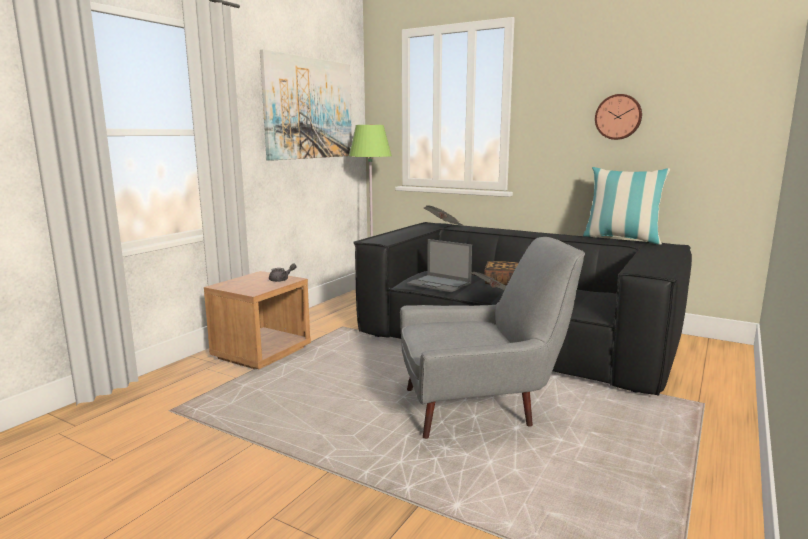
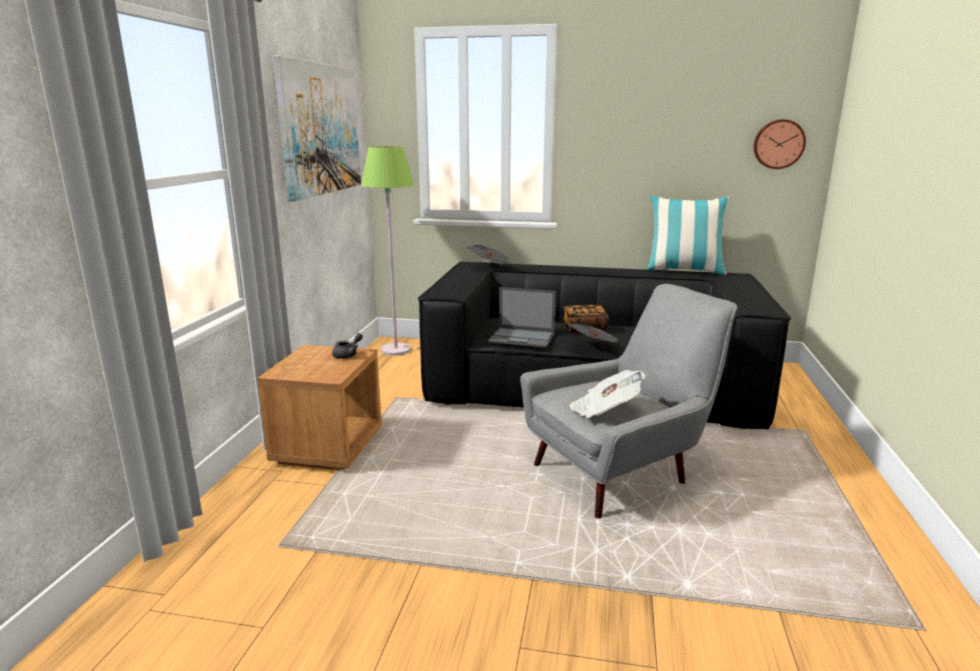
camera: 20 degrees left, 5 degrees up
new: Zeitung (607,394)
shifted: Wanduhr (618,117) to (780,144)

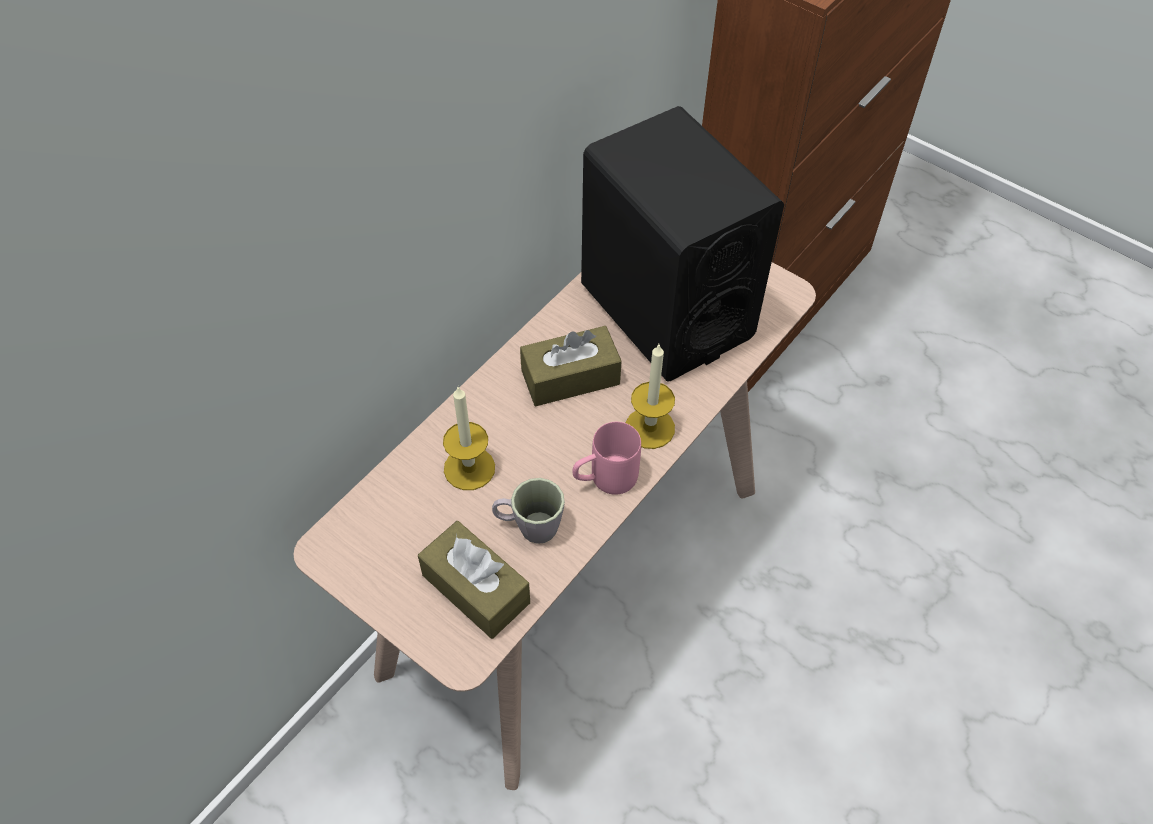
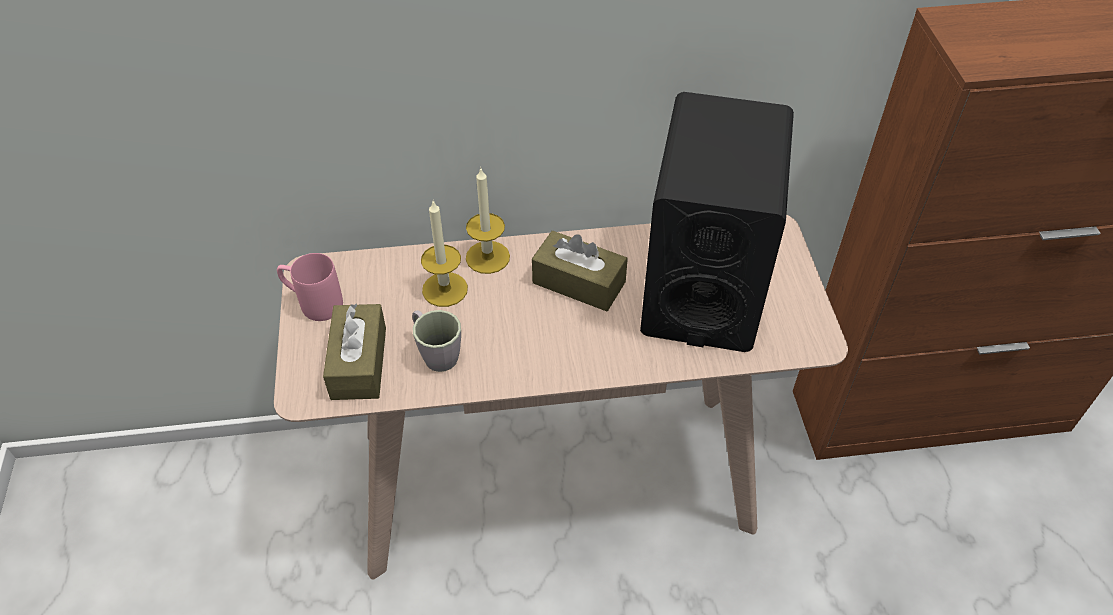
camera: 45 degrees right, 5 degrees down
shifted: Henkelbecher (rosa) (606,458) to (310,287); Kerze (650,396) to (488,220)

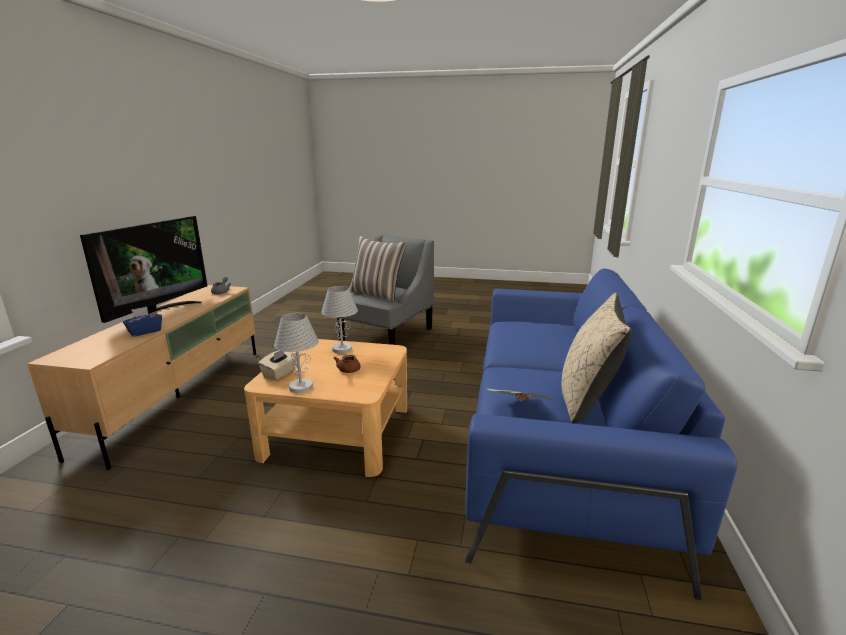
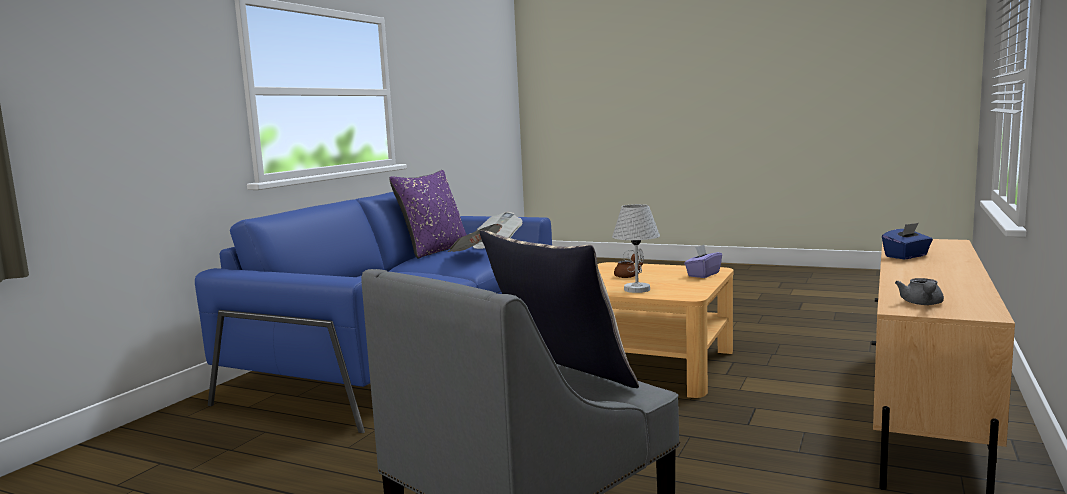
camera: 165 degrees left, 10 degrees down
gone: Fernseher (144,269); Tischlampe (weiß) (296,353)
new: Zeitung (474,238)
repainted: Taschentuchbox (beige) (277,365) to Taschentuchbox (lila) (703,261); Kissen (beige) (597,358) to Kissen (lila) (428,214)

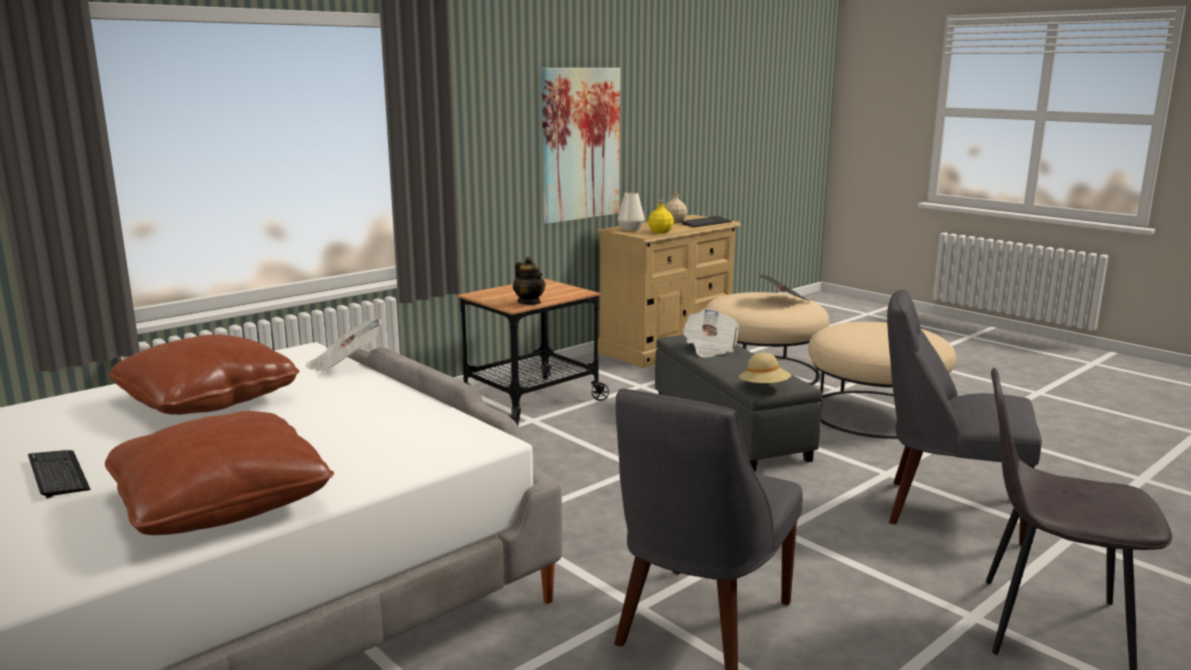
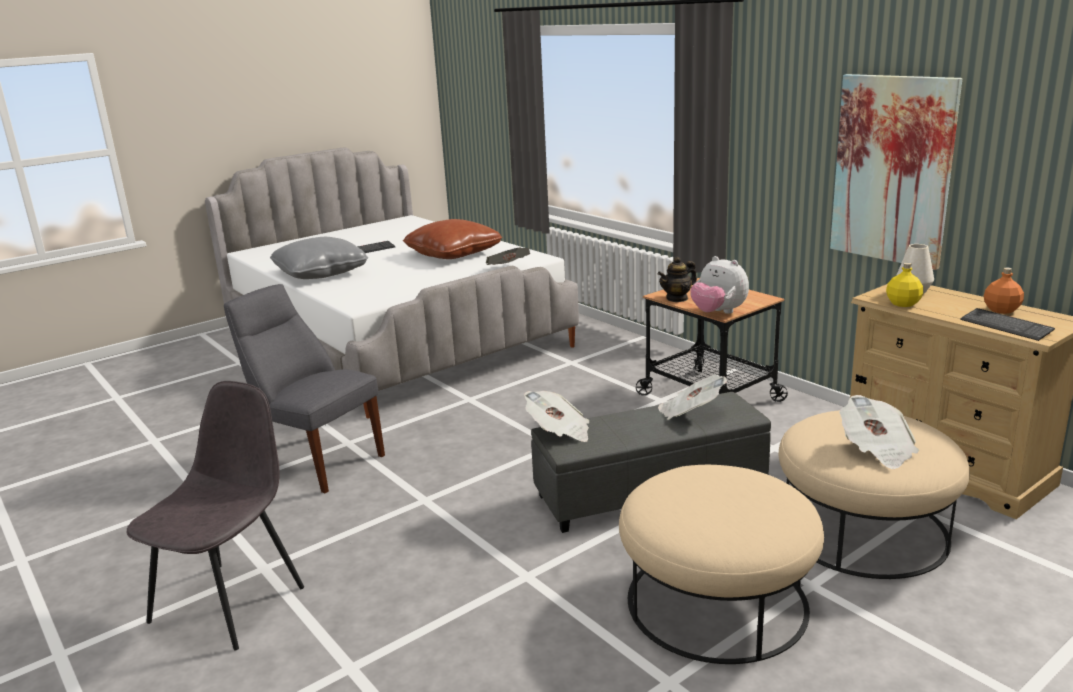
camera: 95 degrees right, 5 degrees up
gone: Stuhl (grau) (964,417)
new: Plüschtier (719,285)
swapped: Hut (beige) (765,368) to Zeitung (556,416)
repainted: Kissen (braun) (219,473) to Kissen (grau) (319,258); Flasche (beige) (675,207) to Flasche (orange) (1004,291)

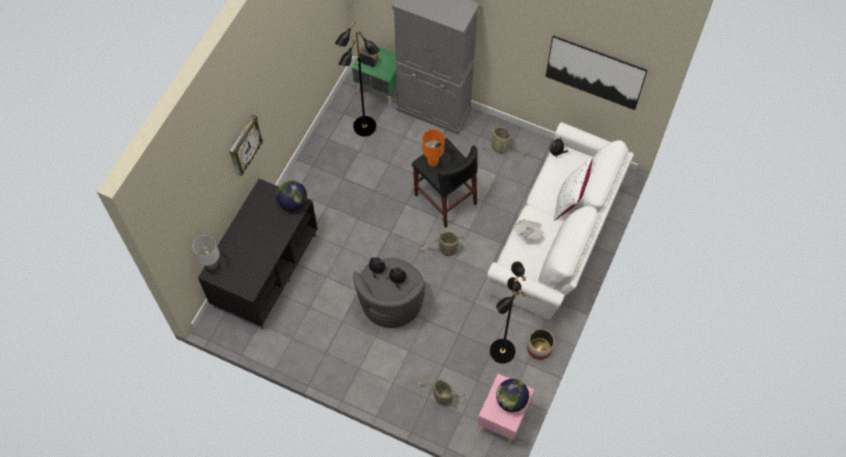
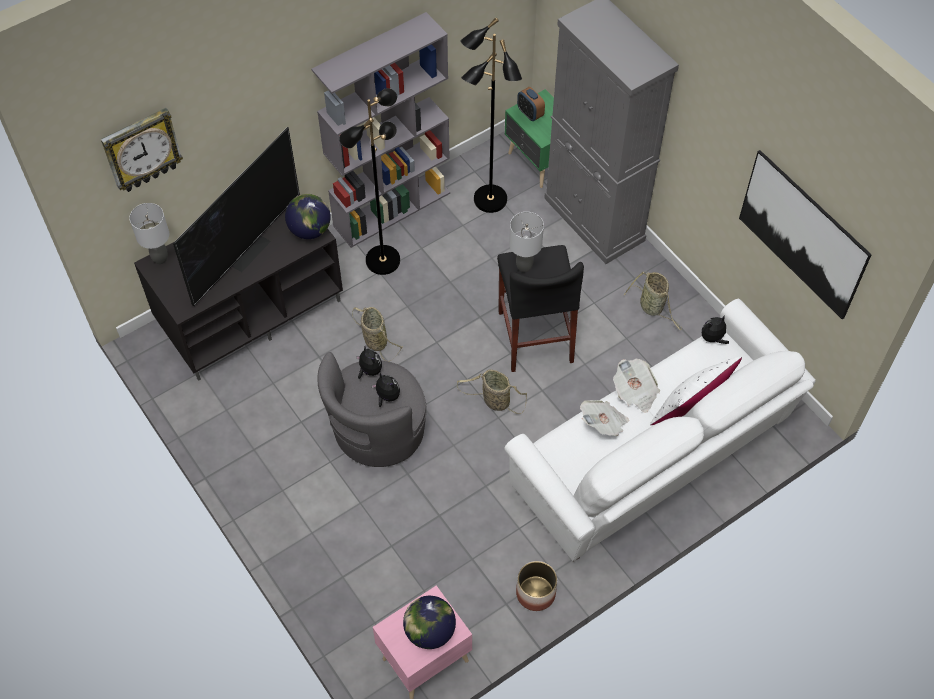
camera: 30 degrees right, 5 degrees down
new: Fernseher (236,216); Bücherregal (grau) (380,130); Zeitung (636,386)
shifted: Wanduhr (246,145) to (142,150); Korb (440,394) to (377,334); Stehlampe (schwarz) (508,312) to (369,181)
repainted: Tischlampe (orange) (433,148) to Tischlampe (grau) (526,242)

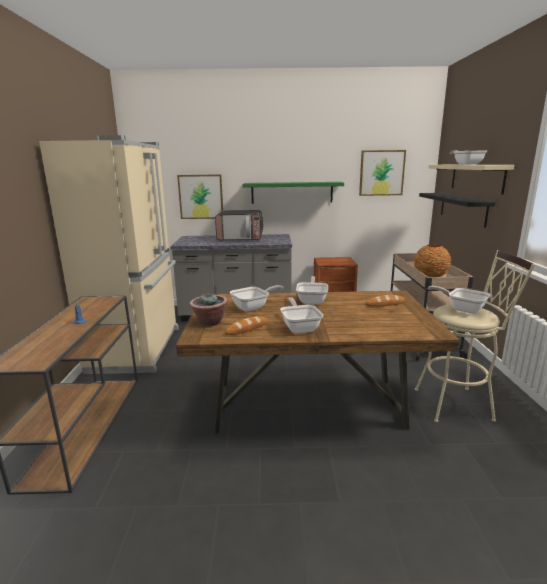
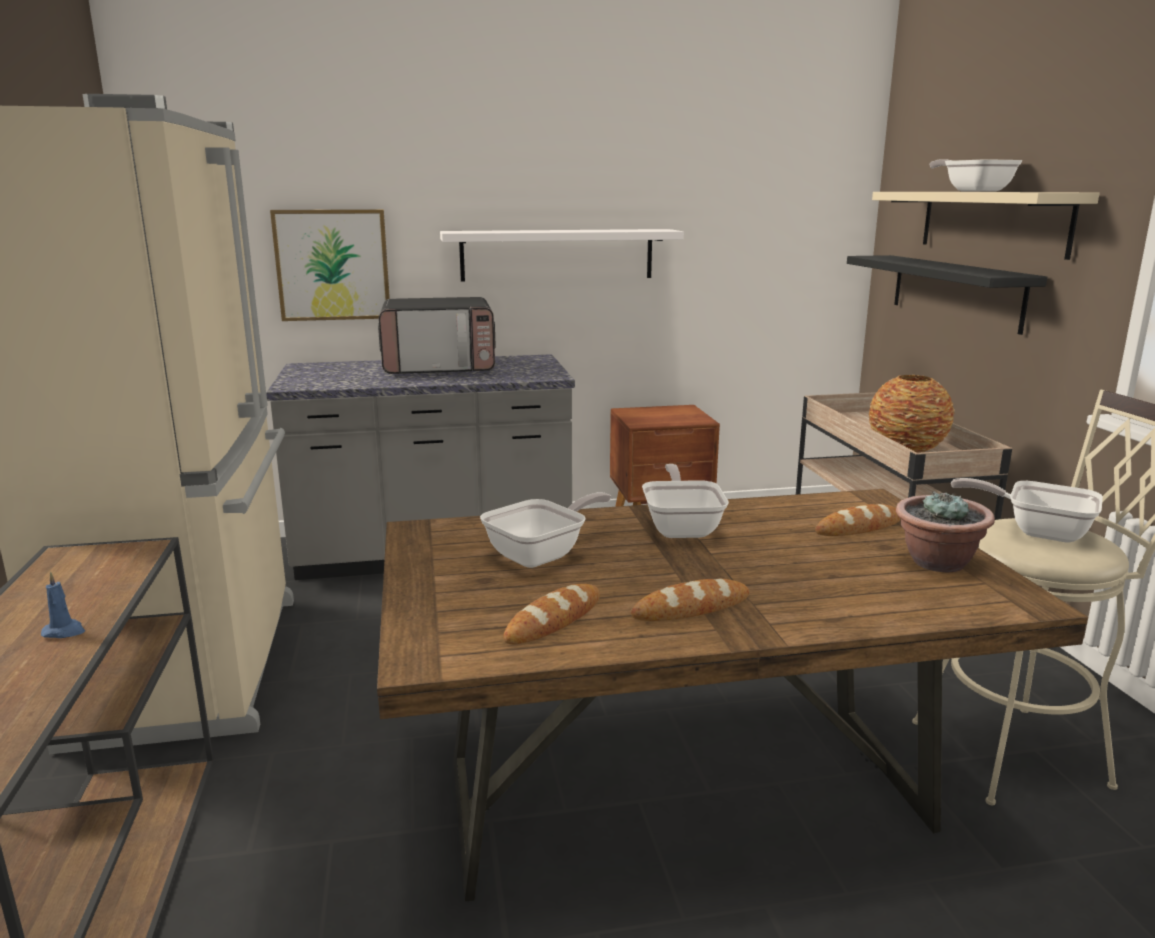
camera: 10 degrees left, 0 degrees up
gone: Bild (382,173)
shifted: Topfpflanze (209,309) to (945,532)
swapped: Pfanne (301,315) to Brot (690,600)
repainted: Wandregal (grün) (293,193) to Wandregal (weiß) (562,255)

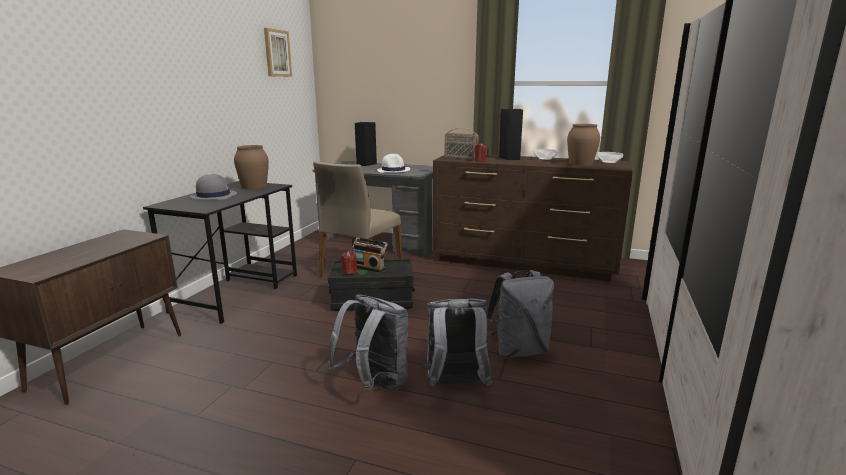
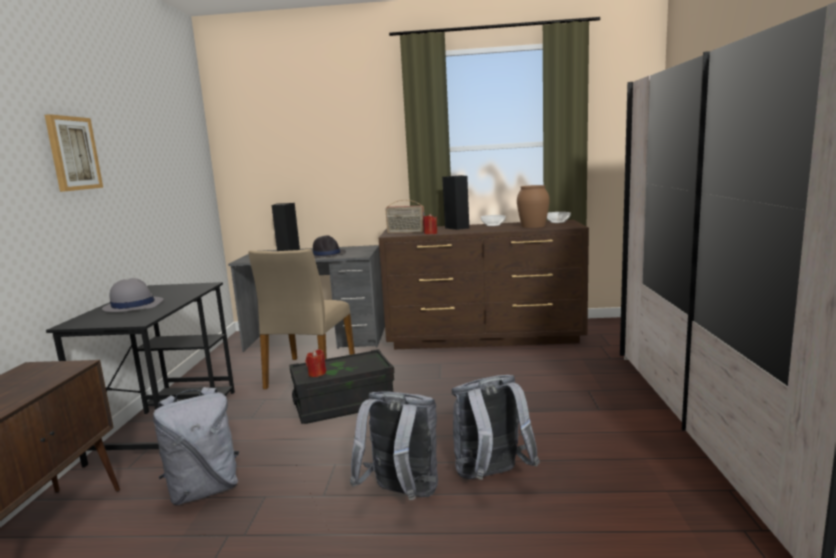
camera: 15 degrees left, 5 degrees down
gone: Vase (braun) (251,167); Radio (370,255)
shifted: Bild (278,52) to (74,153); Rucksack (grau) (520,314) to (196,446)
repainted: Hut (weiß) (393,163) to Hut (schwarz) (329,246)

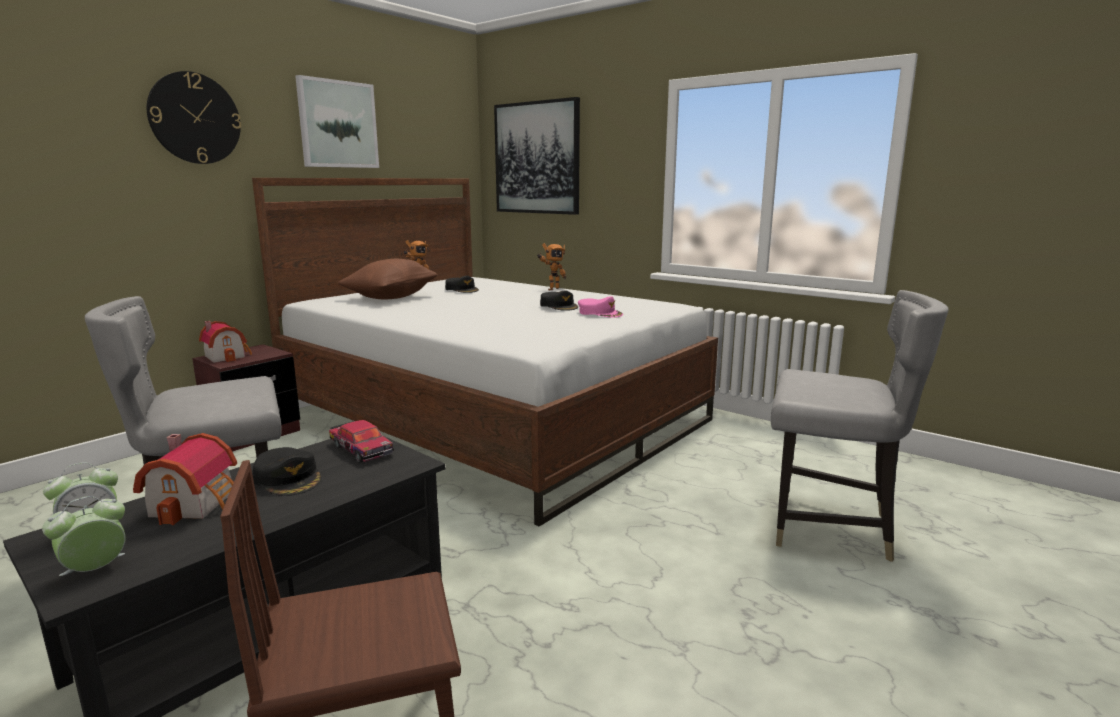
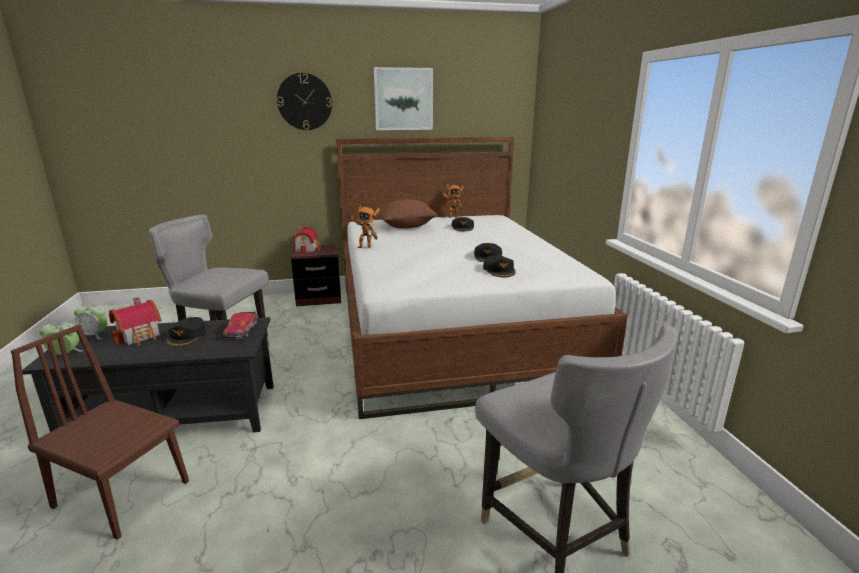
camera: 40 degrees right, 5 degrees up
gone: Bild (537,156)
shifted: Spielzeugroboter (551,266) to (364,226)
repainted: Kappe (rosa) (600,307) to Kappe (schwarz) (499,266)

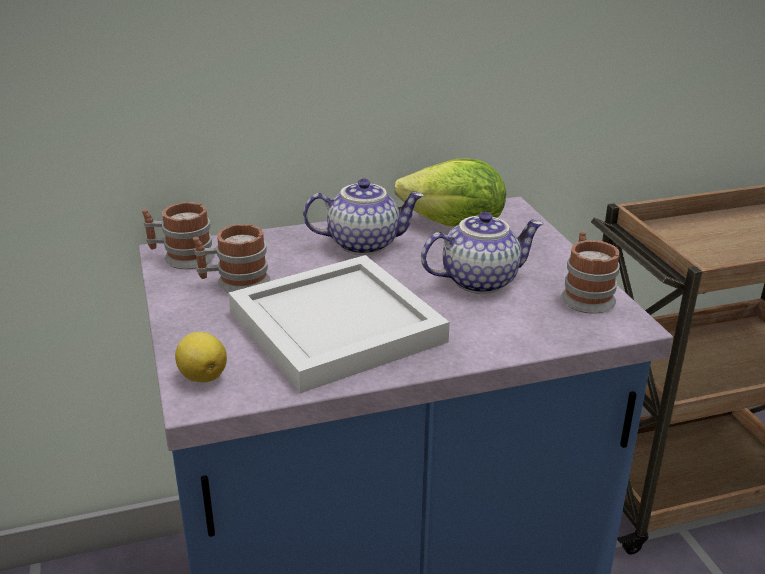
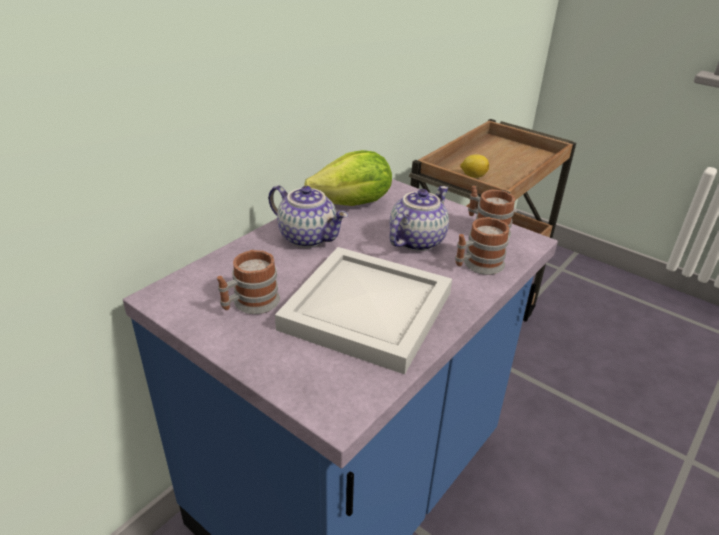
camera: 35 degrees left, 5 degrees up
shifted: Henkelbecher (178,235) to (482,246); Zitrone (201,357) to (474,166)
rotated: Teekanne (363,217) = (308,216) 75 degrees clockwise

